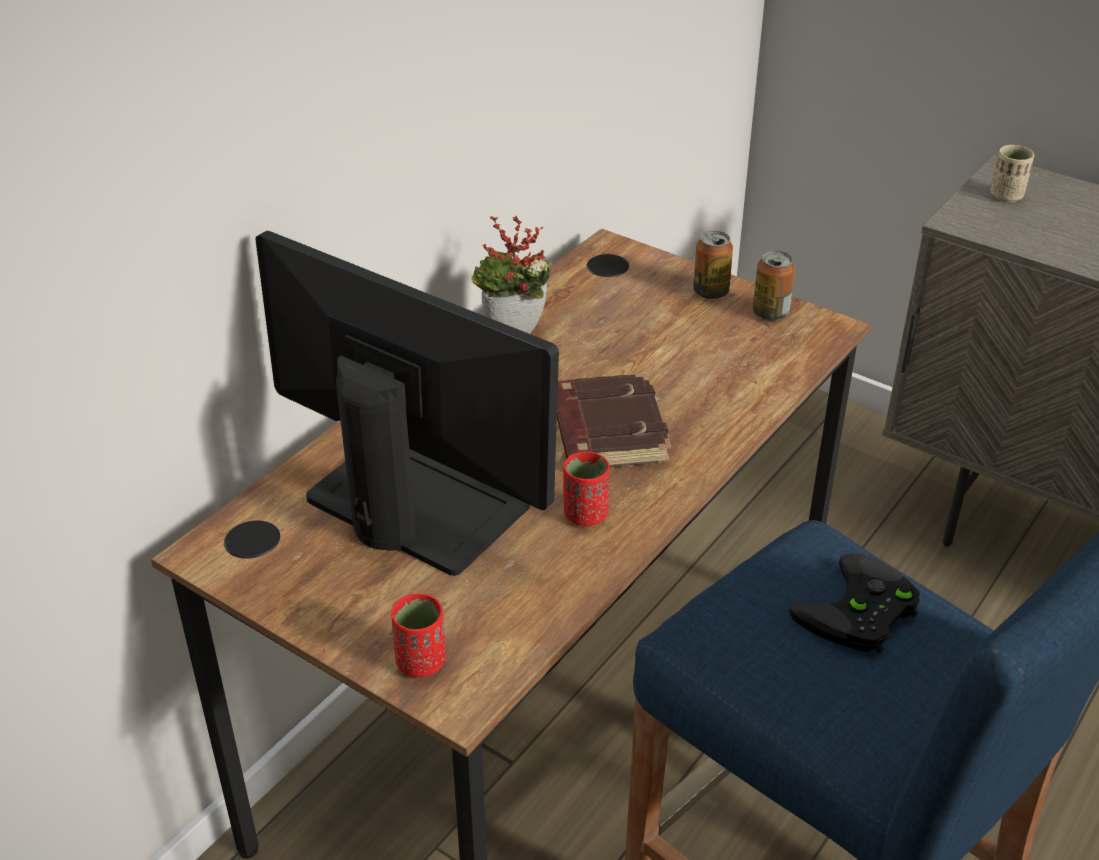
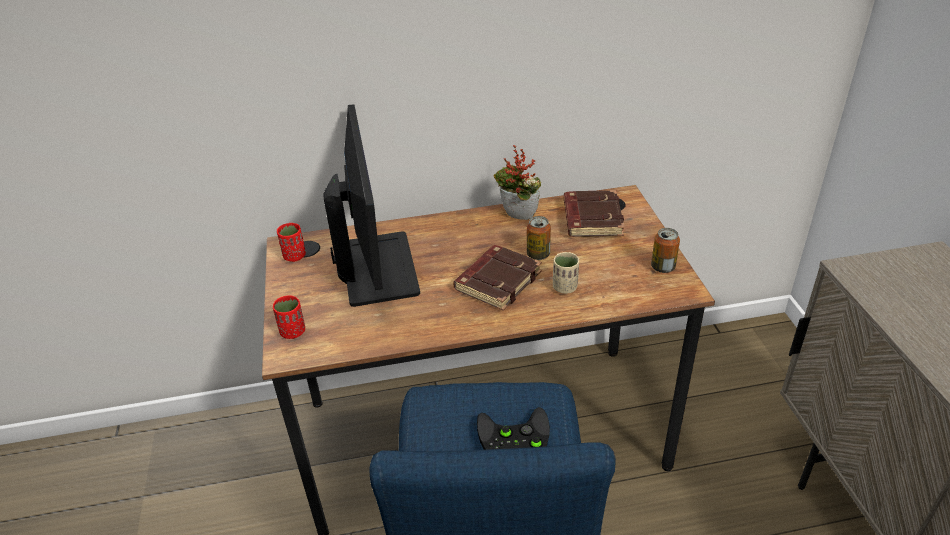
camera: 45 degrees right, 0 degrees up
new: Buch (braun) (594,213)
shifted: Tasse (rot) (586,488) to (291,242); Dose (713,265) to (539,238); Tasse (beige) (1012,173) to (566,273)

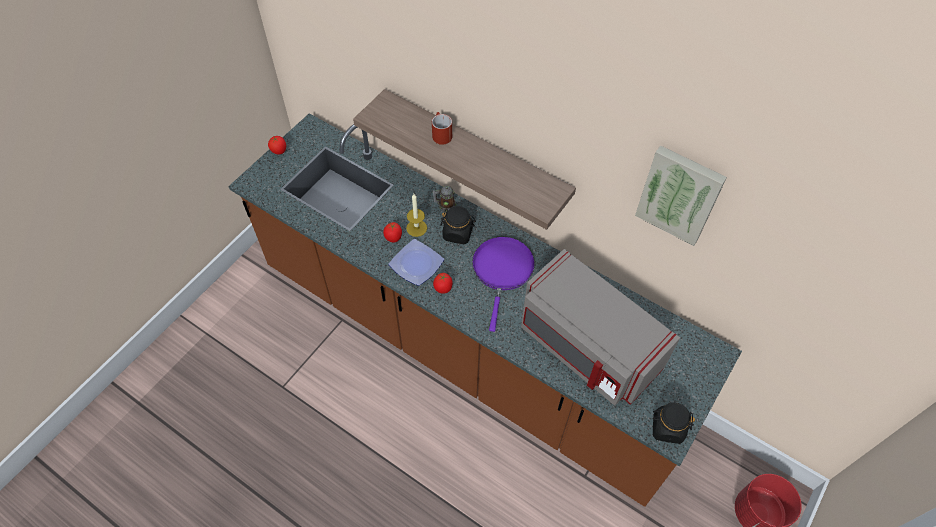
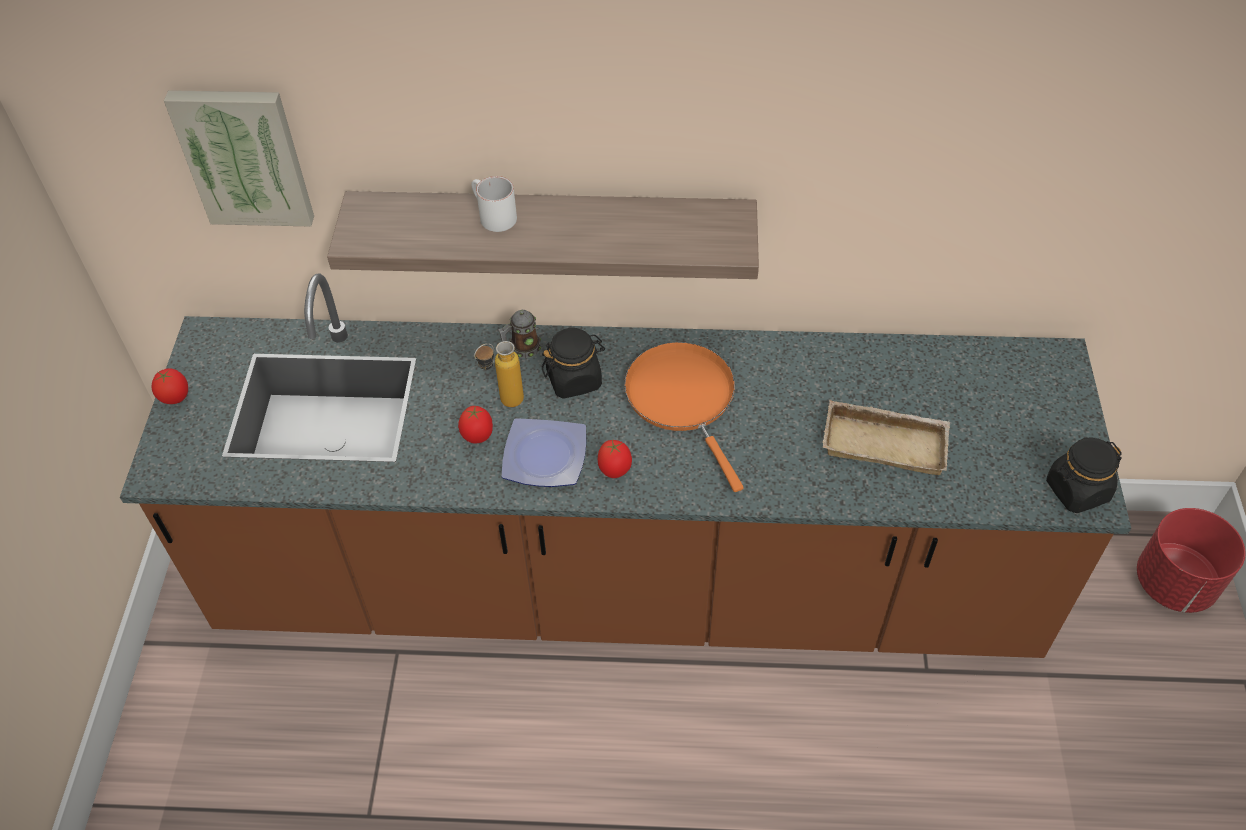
camera: 30 degrees left, 5 degrees down
shifted: Bild (681,195) to (239,158)
swapped: Kerze (416,215) to Flasche (499,374); Mikrowelle (grau) (600,327) to Tablett (beige) (886,437)
repainted: Henkelbecher (rot) (442,128) to Henkelbecher (weiß) (494,204); Pfanne (lila) (503,284) to Pfanne (orange) (684,417)

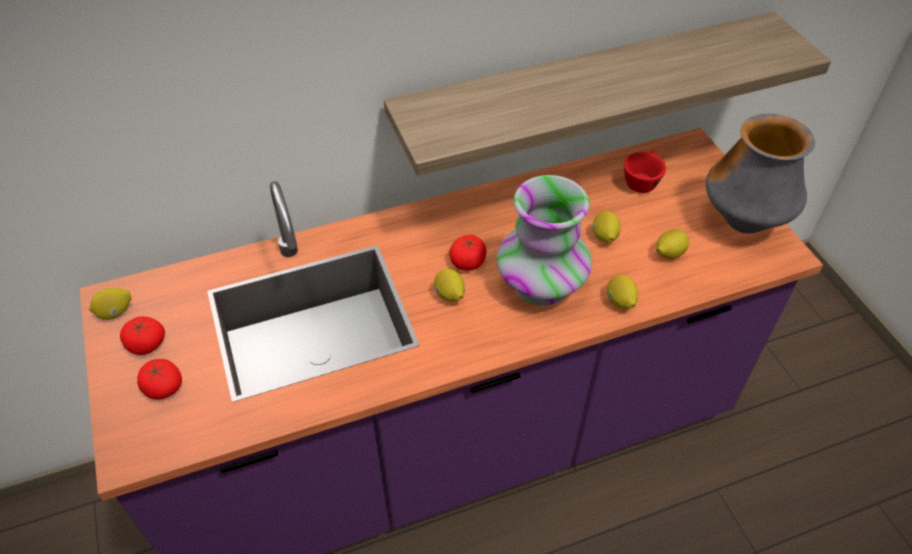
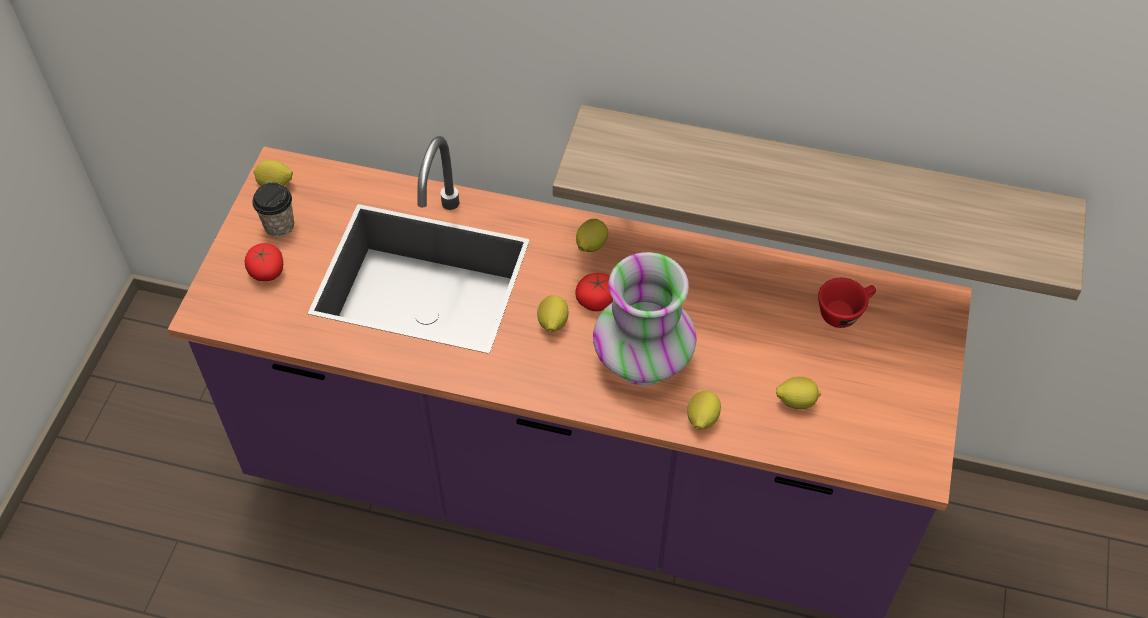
camera: 35 degrees right, 5 degrees up
gone: Vase (760,174)
shifted: Zitrone (607,227) to (592,235)
swapped: Tomate (142,335) to Tasse (273,210)

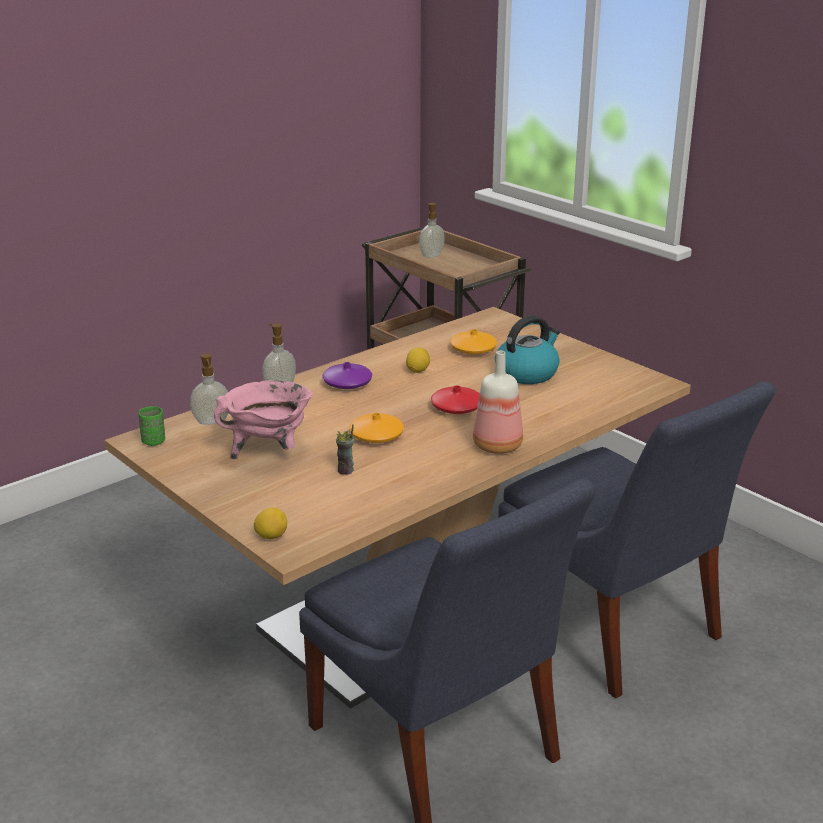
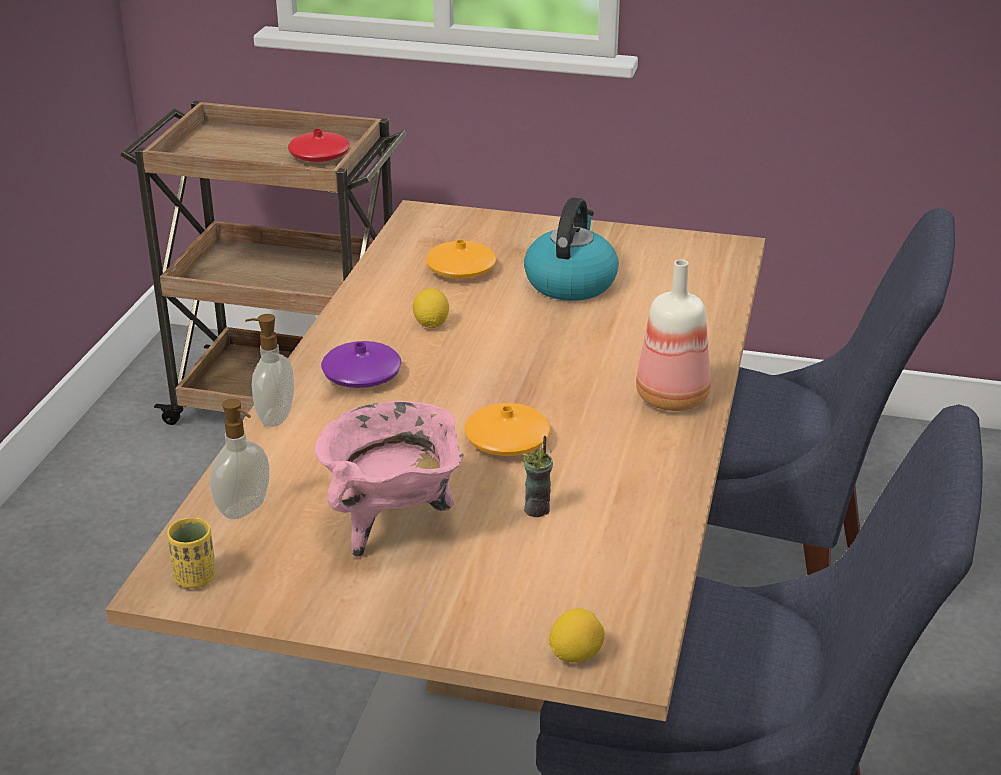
camera: 35 degrees left, 5 degrees up
gone: Seifenspender (432,230)
shifted: Vase (rot) (455,399) to (319,145)
repainted: Tasse (grün) (151,426) to Tasse (gelb) (191,553)

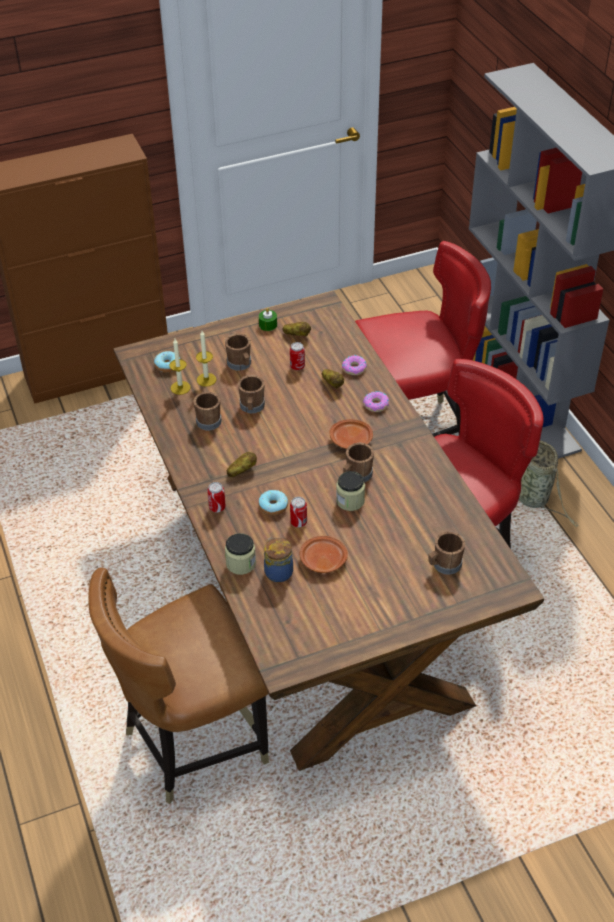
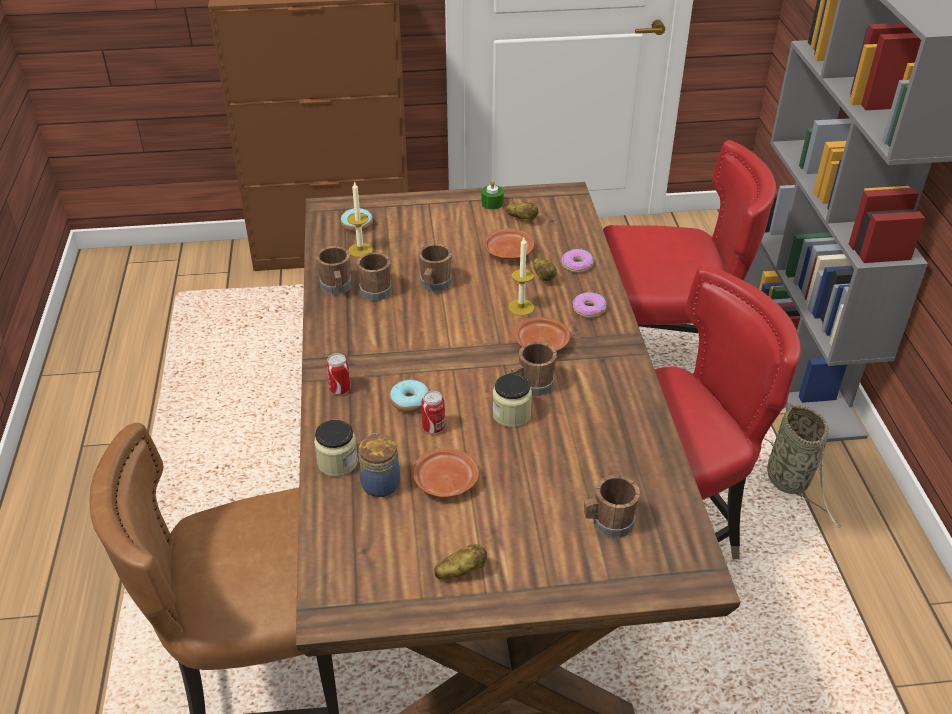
camera: 15 degrees right, 5 degrees down
shifted: Kerze (206,359) to (521,276); Henkelbecher (braun) (238,352) to (334,270); Kartoffel (242,464) to (460,562)
swapped: Dose (297,356) to Teller (braun) (509,243)

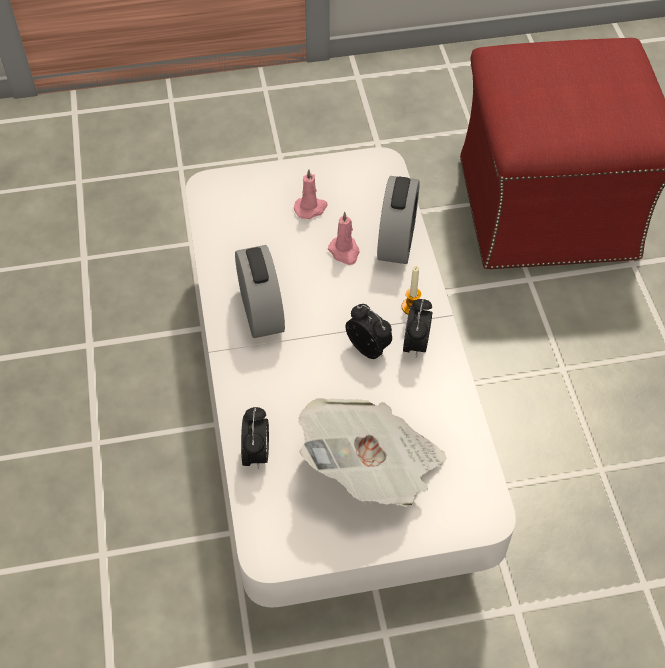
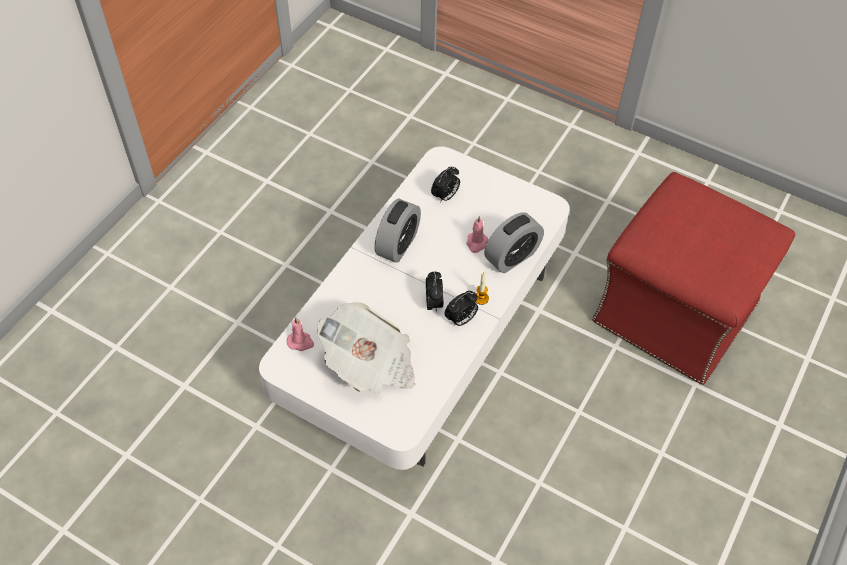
camera: 40 degrees right, 0 degrees up
shifted: Wecker (255,438) to (445,184); Kerze (rosa) (311,194) to (300,334)

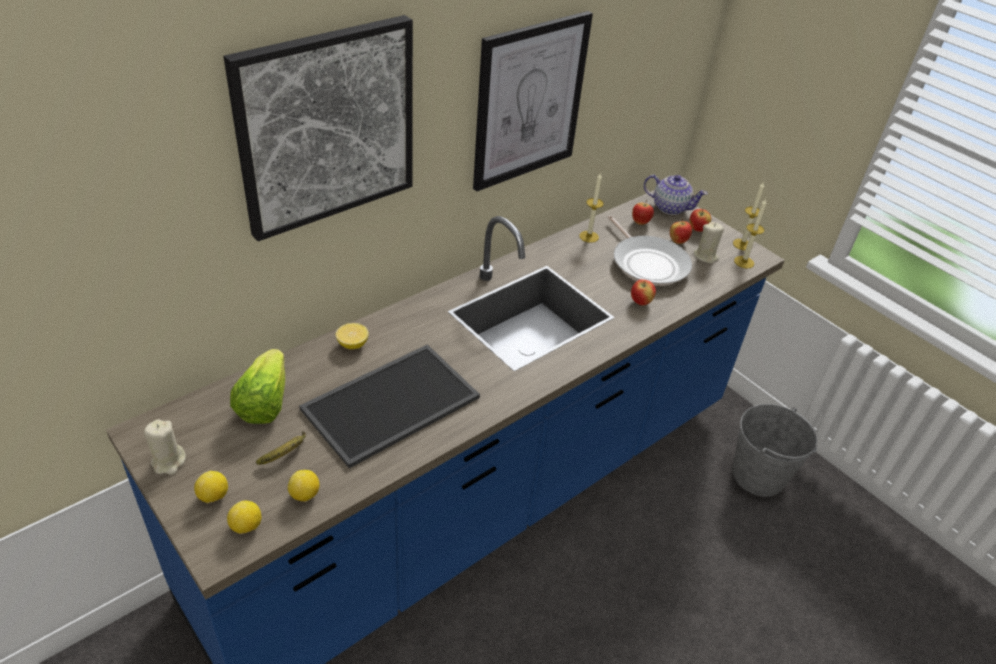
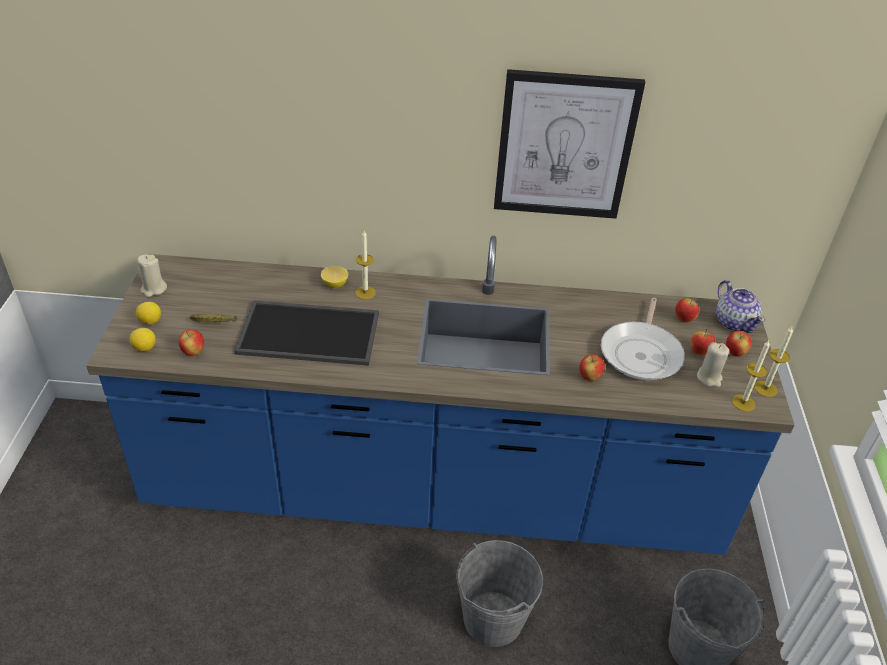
camera: 45 degrees right, 0 degrees up
gone: Bild (318,128); Salatkopf (257,386)
new: Eimer (grau) (499,593)
shifted: Kerze (591,207) to (365,265)
swapped: Zitrone (304,486) to Apfel (191,342)

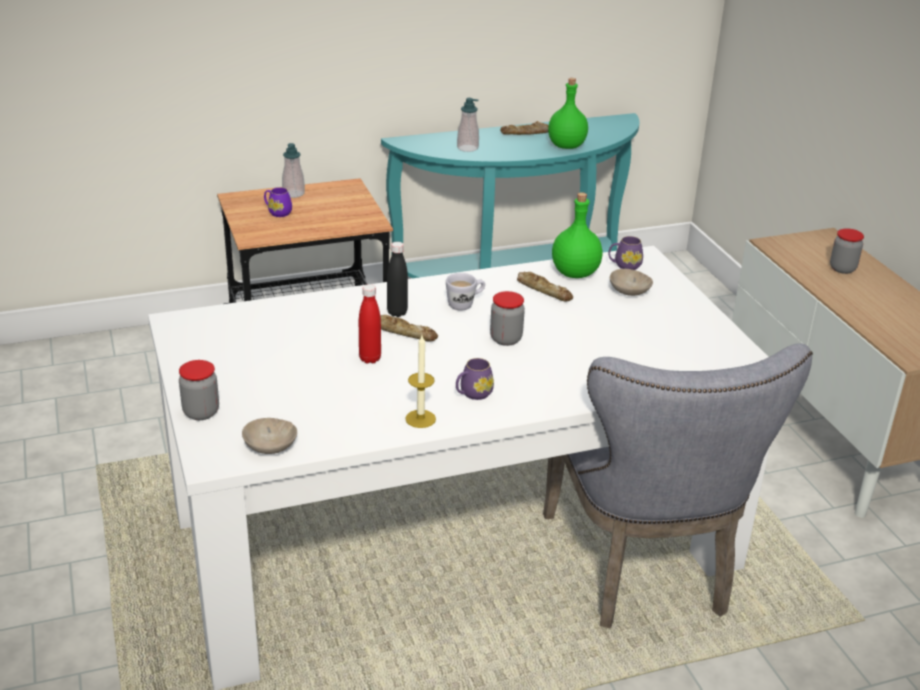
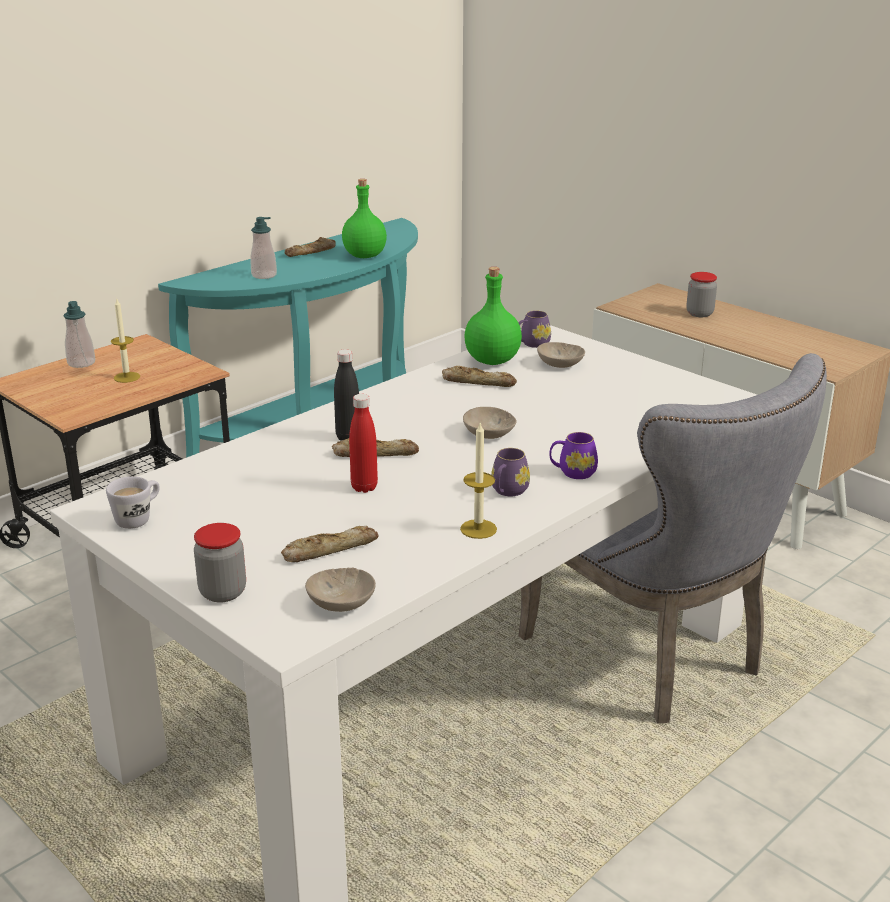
camera: 25 degrees left, 5 degrees down
new: Kerze (125,341); Brot (330,544)
shifted: Henkelbecher (lila) (278,202) to (573,455); Henkelbecher (weiß) (465,292) to (133,502)
swapped: Vorratsglas (507,318) to Schüssel (beige) (490,423)

